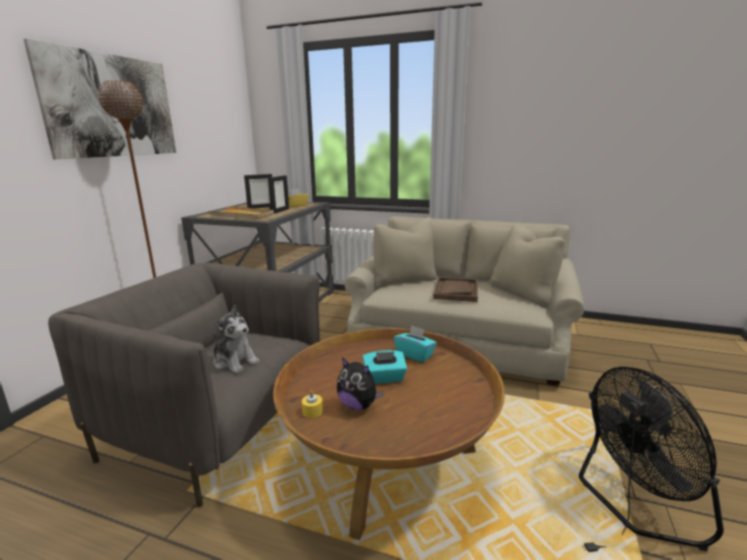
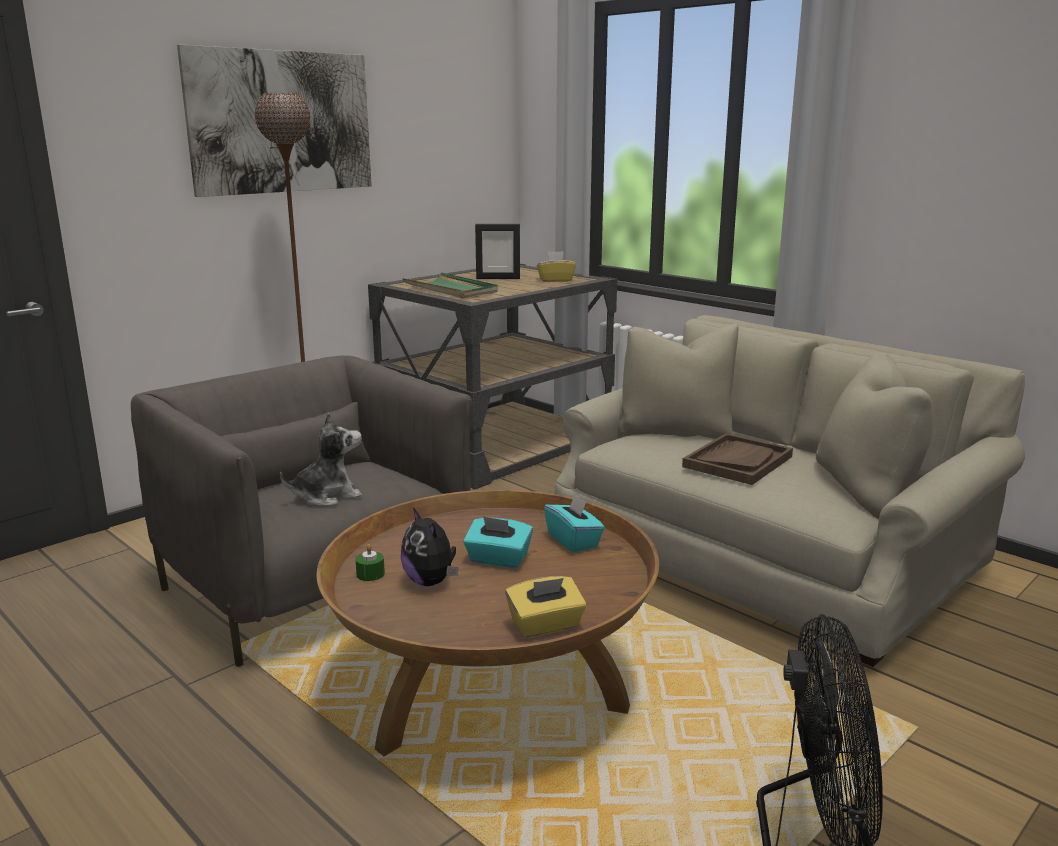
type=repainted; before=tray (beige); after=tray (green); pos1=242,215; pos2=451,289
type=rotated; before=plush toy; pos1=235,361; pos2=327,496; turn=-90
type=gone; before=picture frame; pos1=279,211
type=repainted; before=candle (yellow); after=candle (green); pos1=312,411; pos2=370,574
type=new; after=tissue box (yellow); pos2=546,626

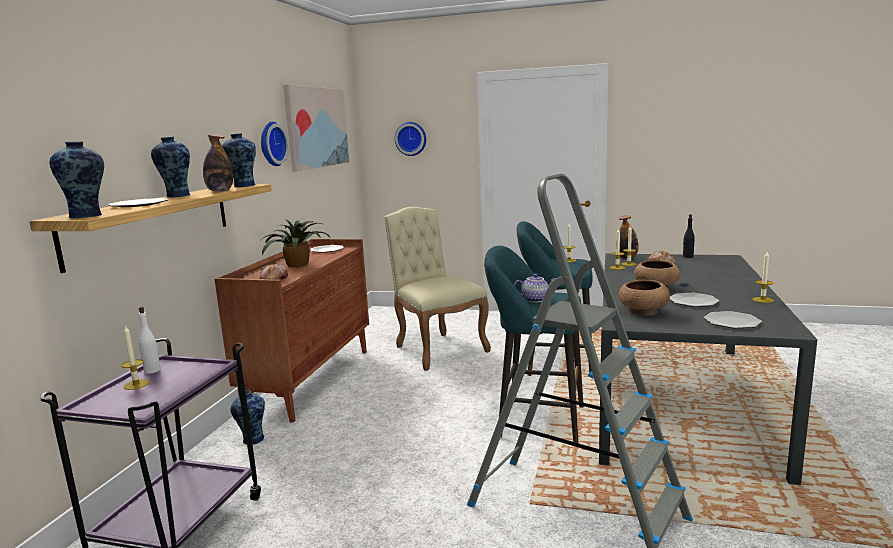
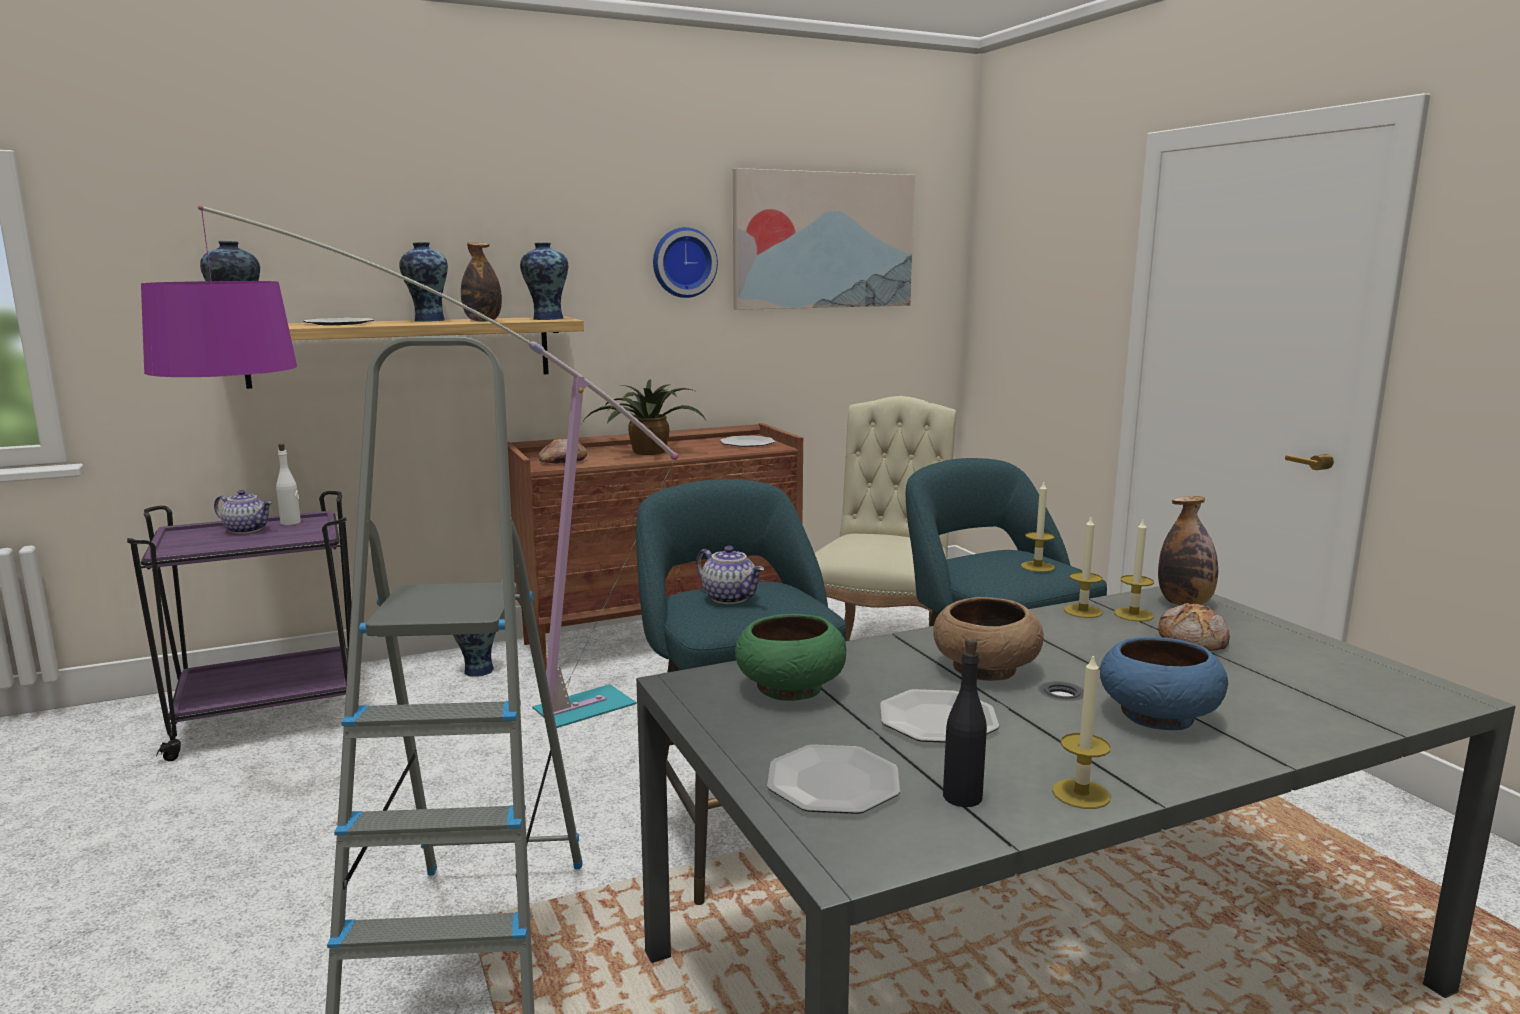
type=swapped; before=candle; after=teapot; pos1=136,384; pos2=247,530
type=gone; before=wall clock; pos1=411,138
type=repainted; before=bowl (brown); after=bowl (green); pos1=643,312; pos2=789,688
type=shifted; before=bottle (black); pos1=687,256; pos2=962,797
type=new; after=floor lamp; pos2=429,751
type=new; after=bowl (blue); pos2=1156,716

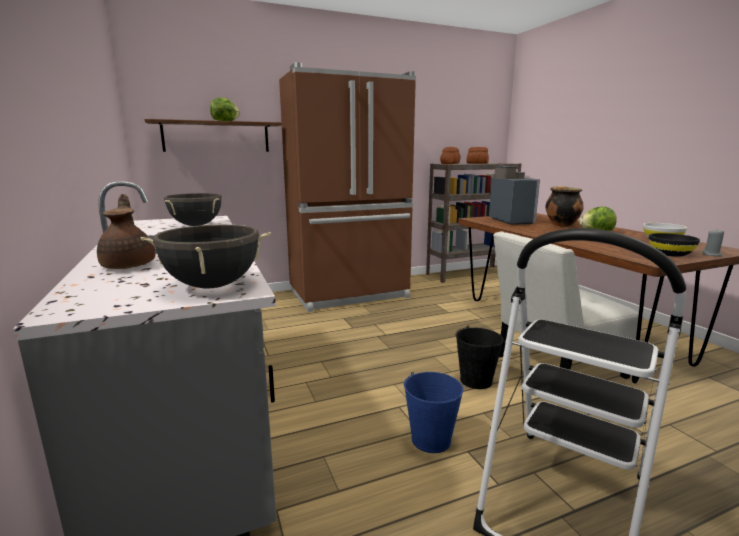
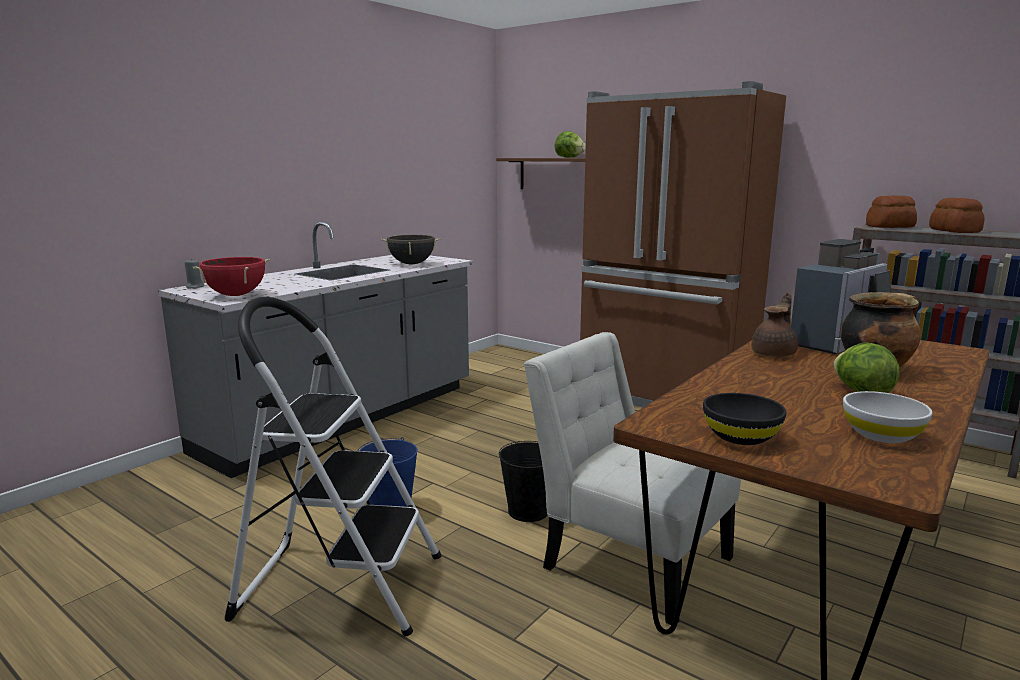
type=shifted; before=teapot (brown); pos1=130,265; pos2=774,354
type=repainted; before=cooking pot (black); after=cooking pot (red); pos1=213,286; pos2=235,295
type=shifted; before=candle (grey); pos1=711,255; pos2=195,287

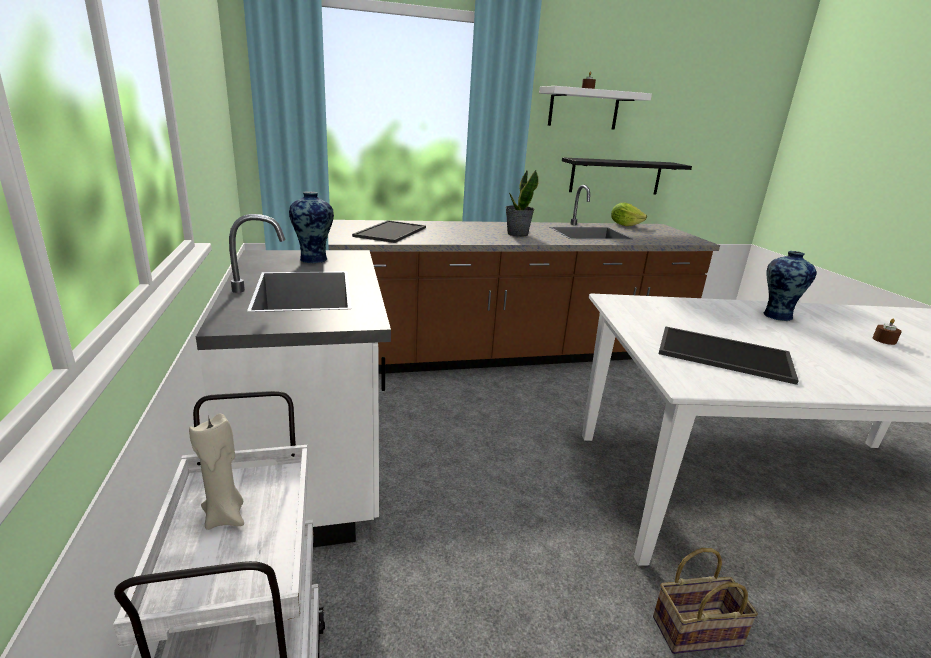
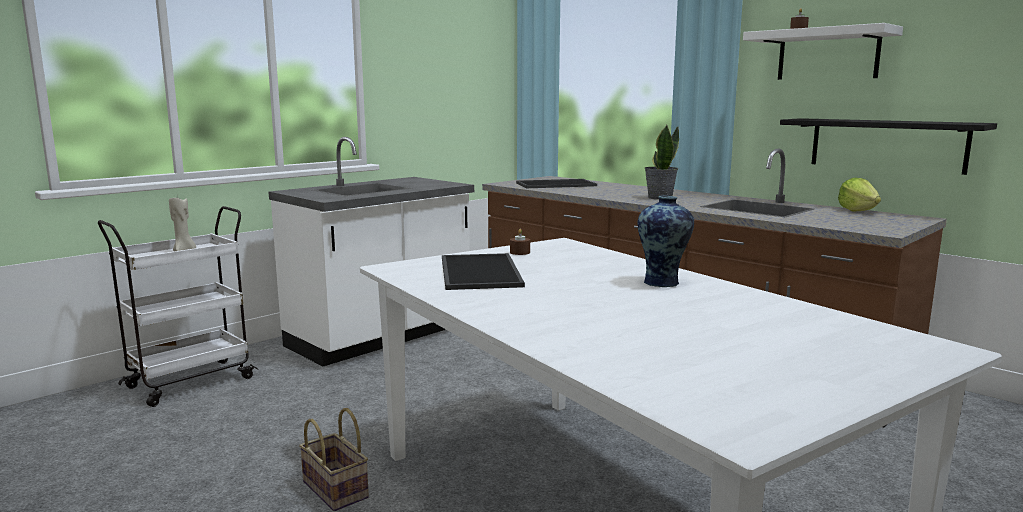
type=gone; before=vase; pos1=314,259
type=shifted; before=candle (brown); pos1=884,340; pos2=520,252

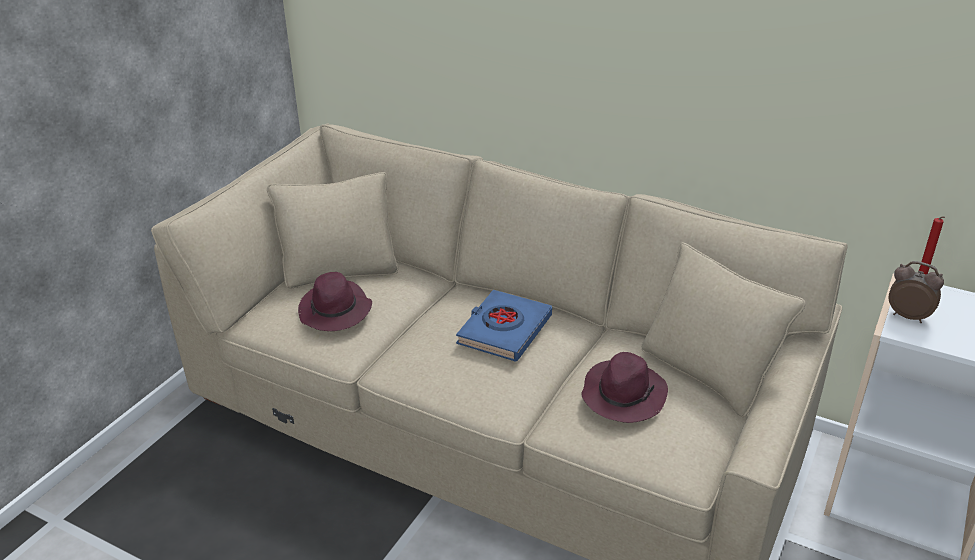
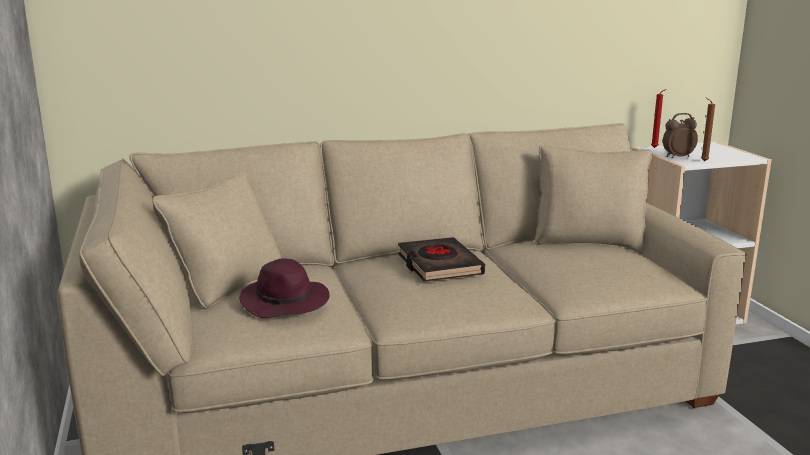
type=repainted; before=book (blue); after=book (black); pos1=504,330; pos2=439,265
type=gone; before=hat (purple); pos1=623,395
type=new; after=candle (brown); pos2=703,161

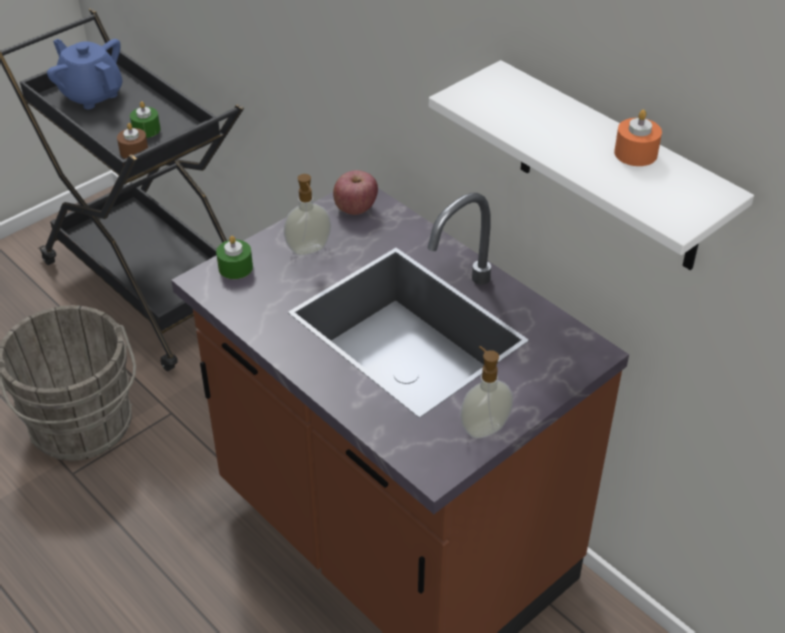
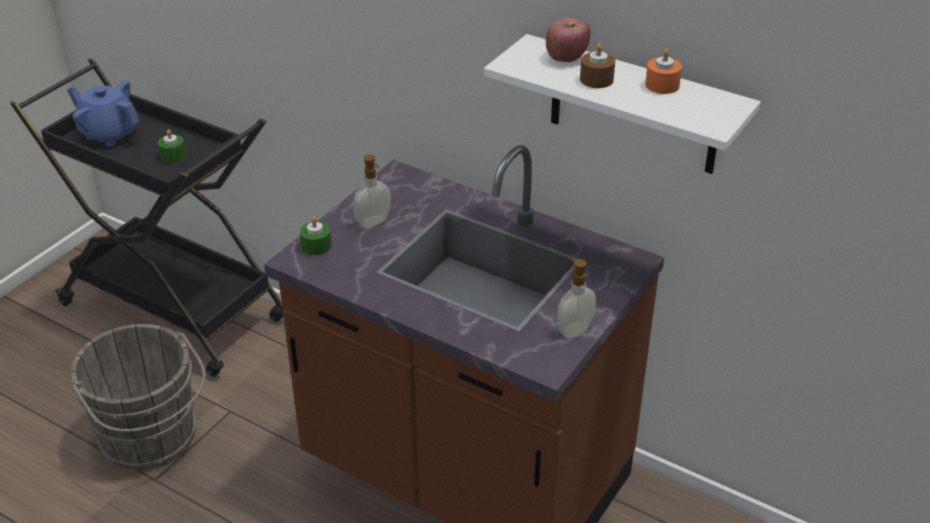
type=shifted; before=candle (brown); pos1=134,151; pos2=596,79
type=shifted; before=apple; pos1=355,208; pos2=566,57

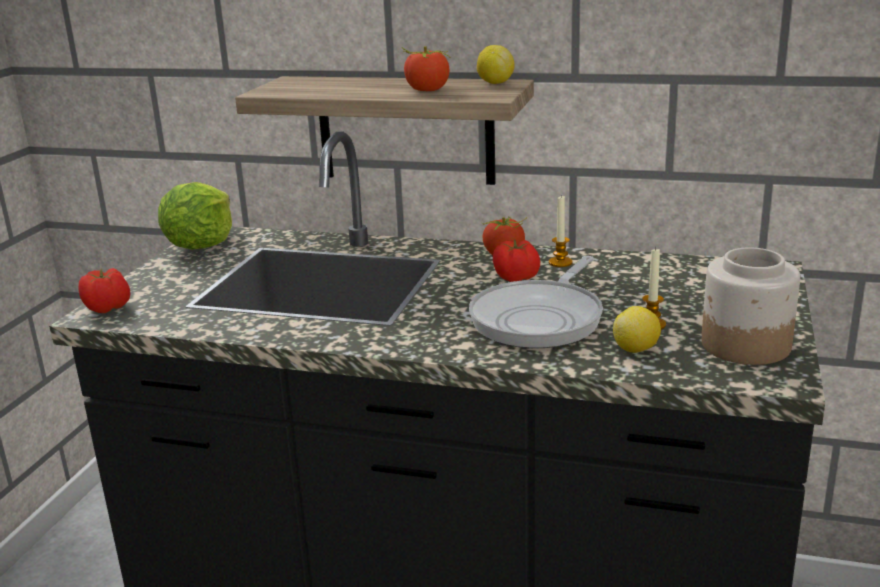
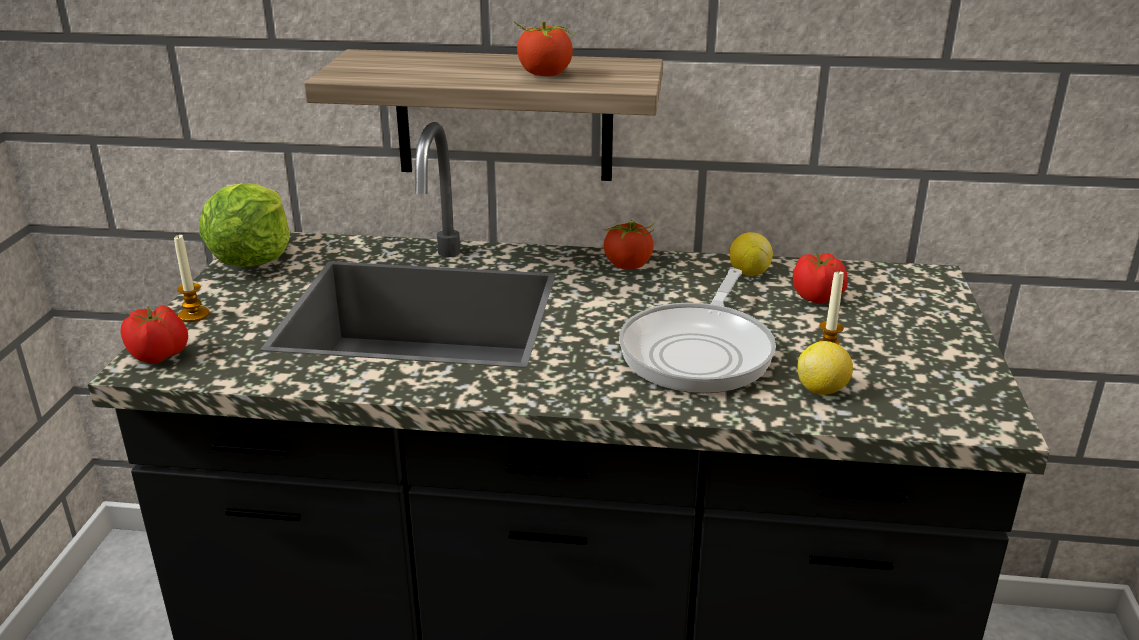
type=shifted; before=lemon; pos1=495,83; pos2=748,273
type=shifted; before=tomato; pos1=517,278; pos2=817,298
type=shifted; before=candle; pos1=560,262; pos2=194,315
type=gone; before=jar; pos1=745,346

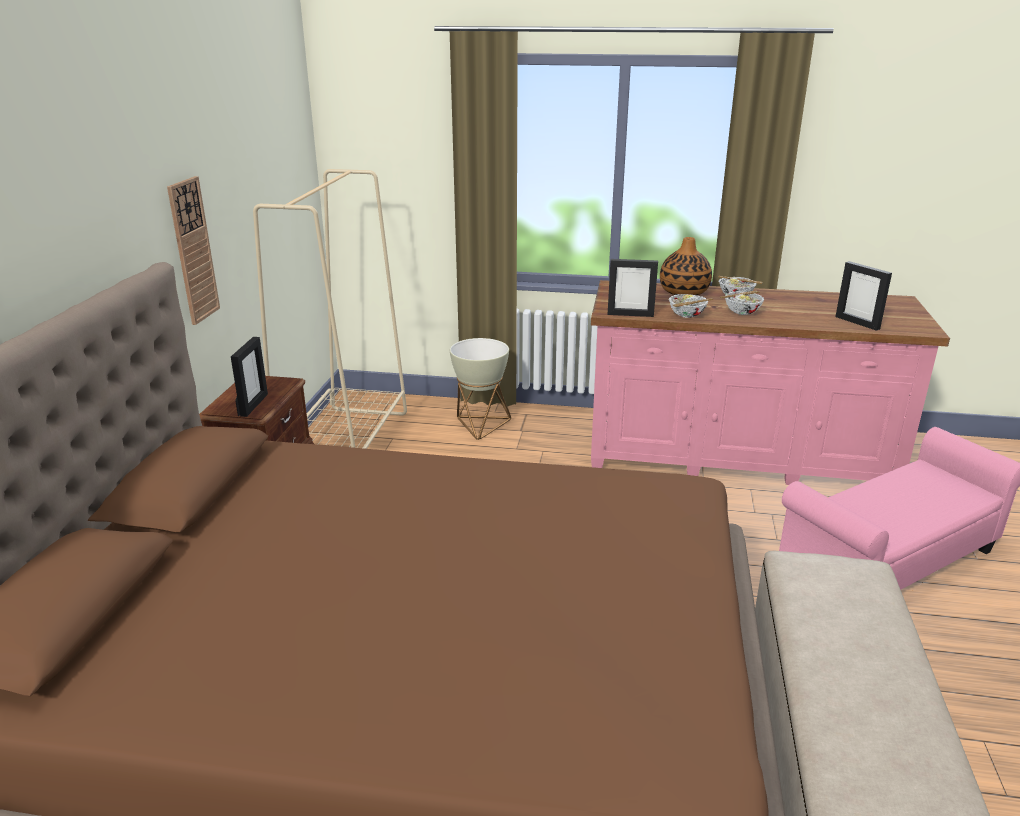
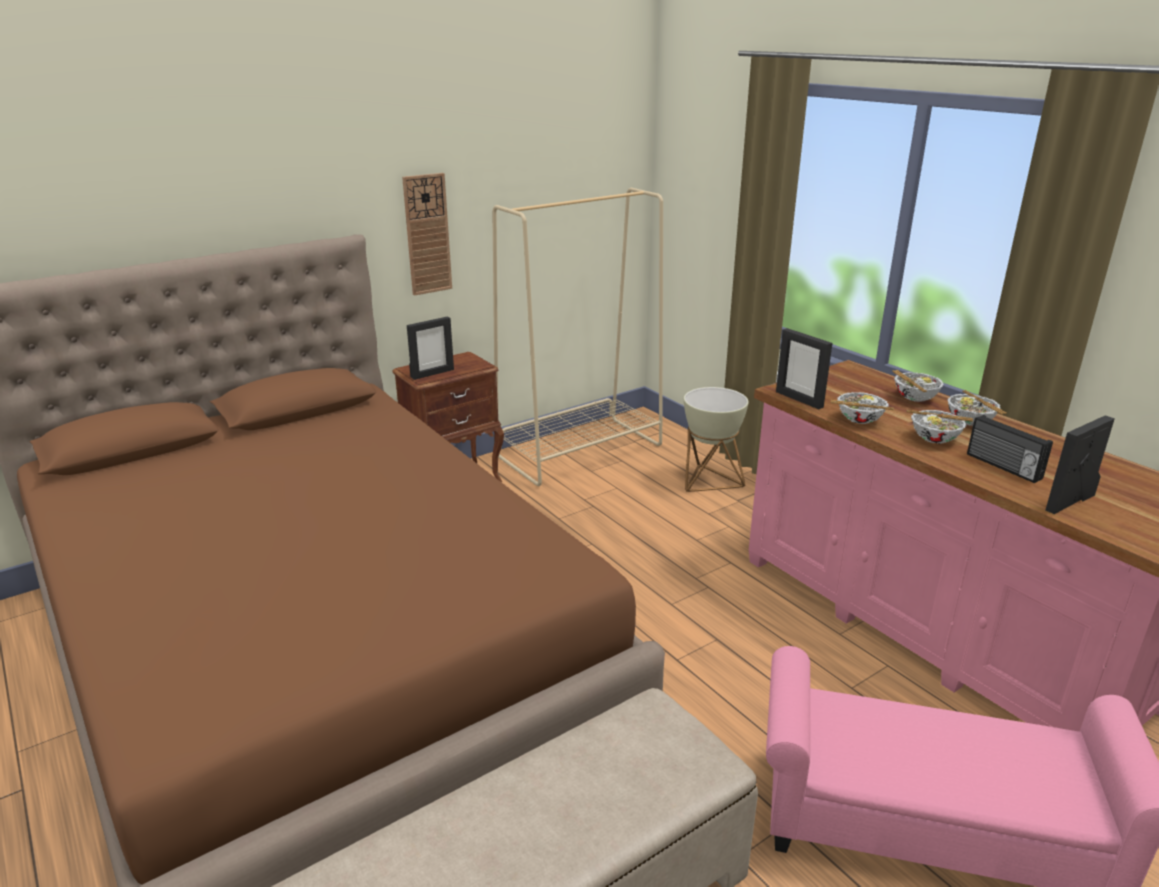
type=swapped; before=vase; after=bowl; pos1=684,292; pos2=914,398
type=rotated; before=picture frame; pos1=857,322; pos2=1070,502; turn=45
type=new; after=radio; pos2=1002,466

